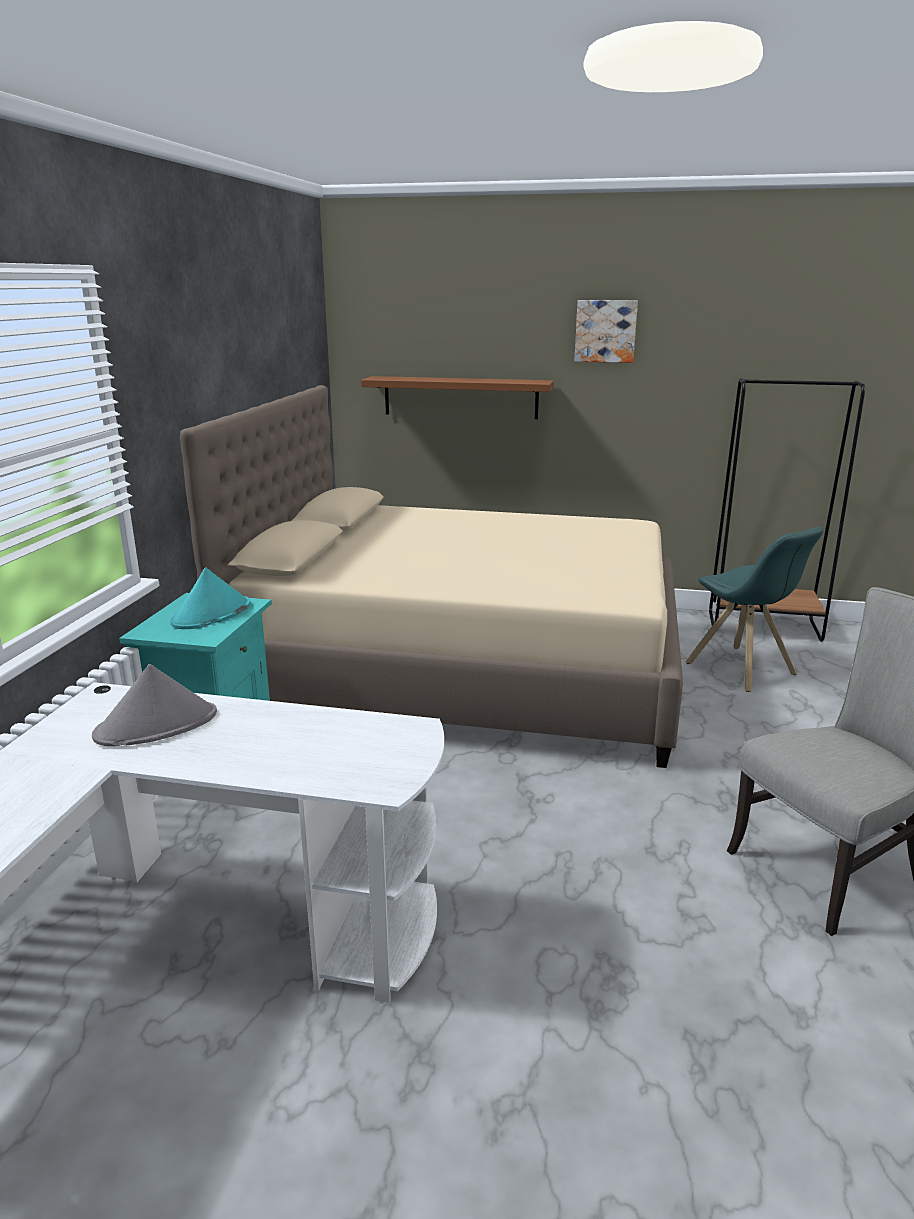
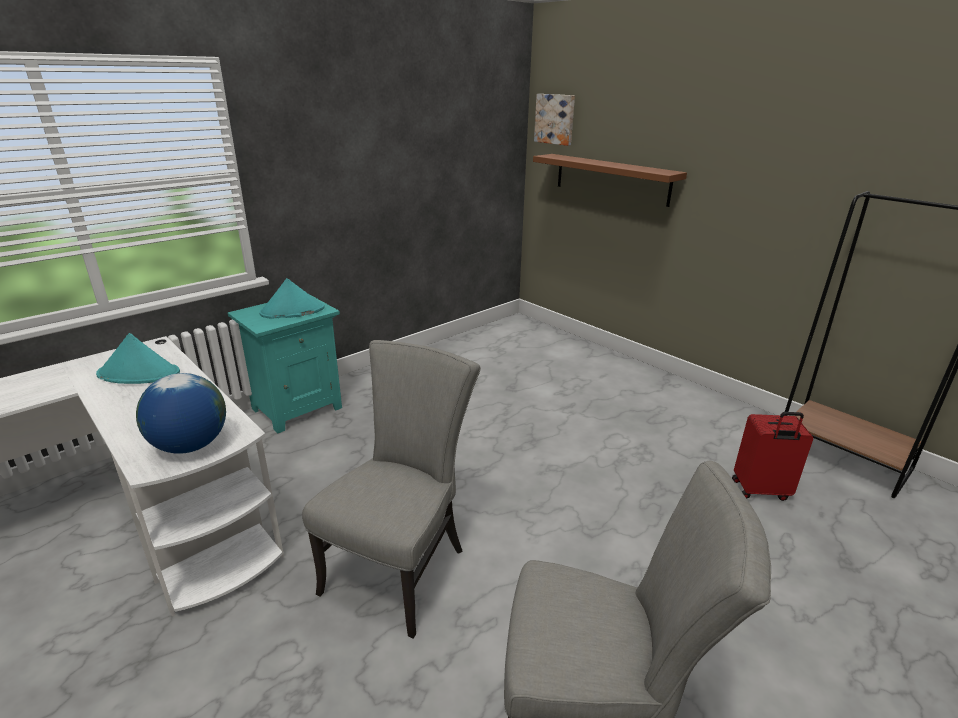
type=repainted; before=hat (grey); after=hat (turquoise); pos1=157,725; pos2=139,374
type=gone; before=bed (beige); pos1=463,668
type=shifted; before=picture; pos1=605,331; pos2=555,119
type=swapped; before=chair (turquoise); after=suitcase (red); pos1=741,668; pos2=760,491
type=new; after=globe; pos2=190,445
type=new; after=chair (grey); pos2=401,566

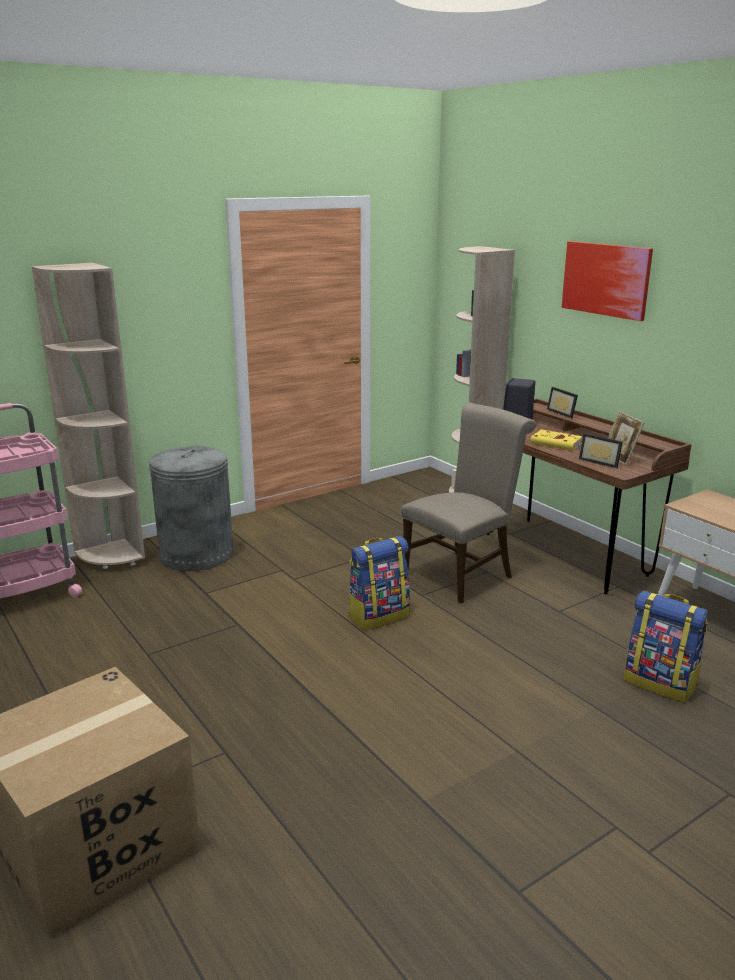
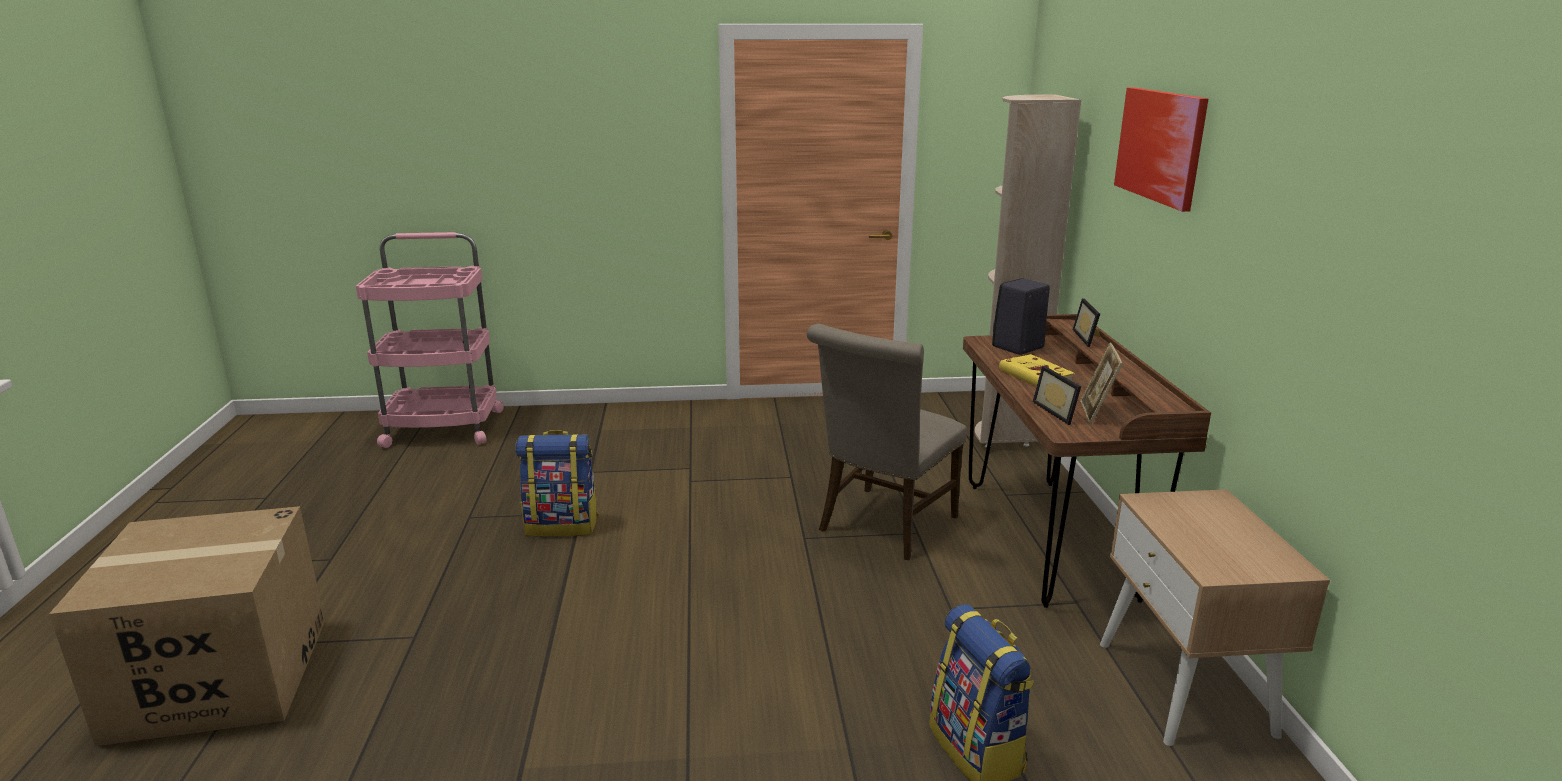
type=gone; before=bookcase (beige); pos1=111,561
type=gone; before=trash can (grey); pos1=196,554
type=shifted; before=backpack; pos1=378,616; pos2=562,525
type=rotated; before=chair (beige); pos1=462,573; pos2=883,526; turn=135

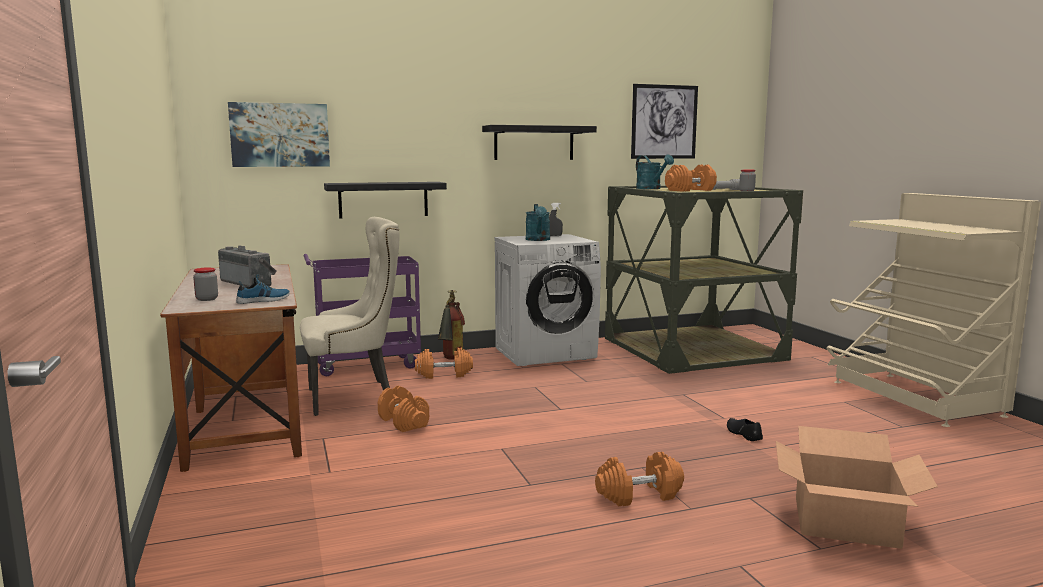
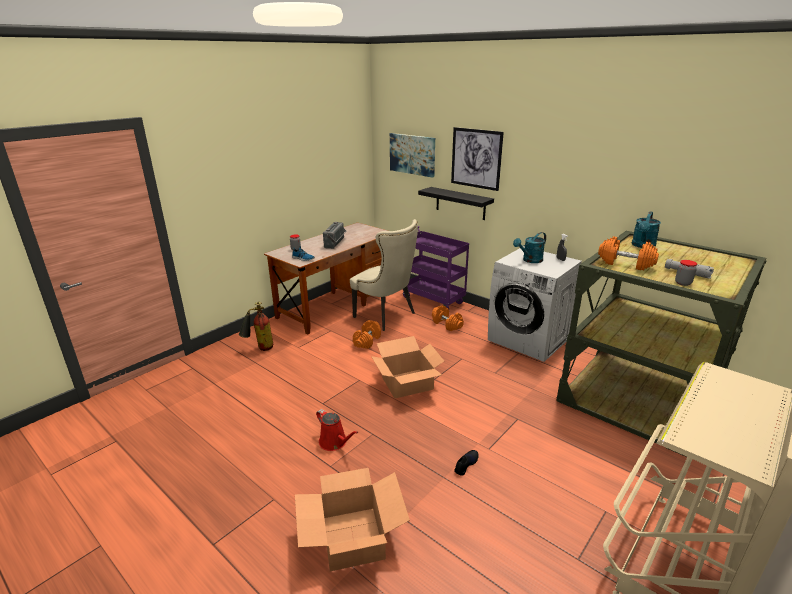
type=shifted; before=fire extinguisher; pos1=450,359; pos2=259,348
type=gone; before=shelf (black); pos1=534,143
type=swapped; before=dumbbell (orange); after=watering can (red); pos1=639,495; pos2=335,442
type=shifted; before=picture; pos1=664,122; pos2=476,158
type=new; after=cardboard box; pos2=408,383

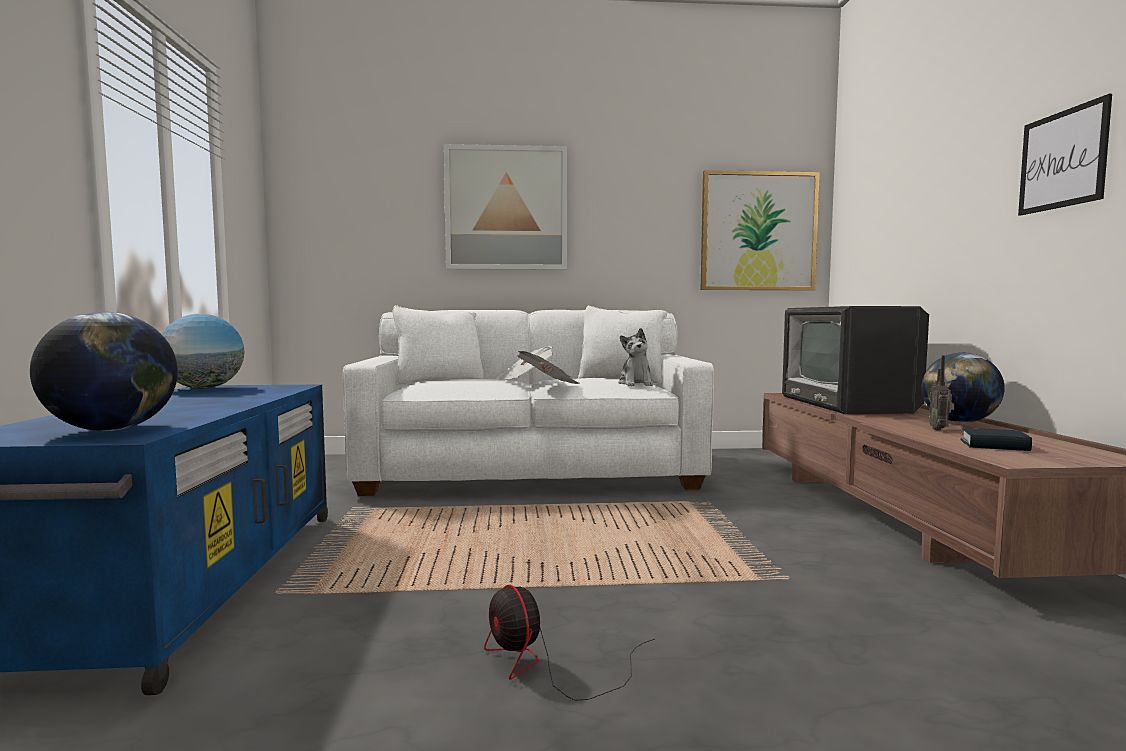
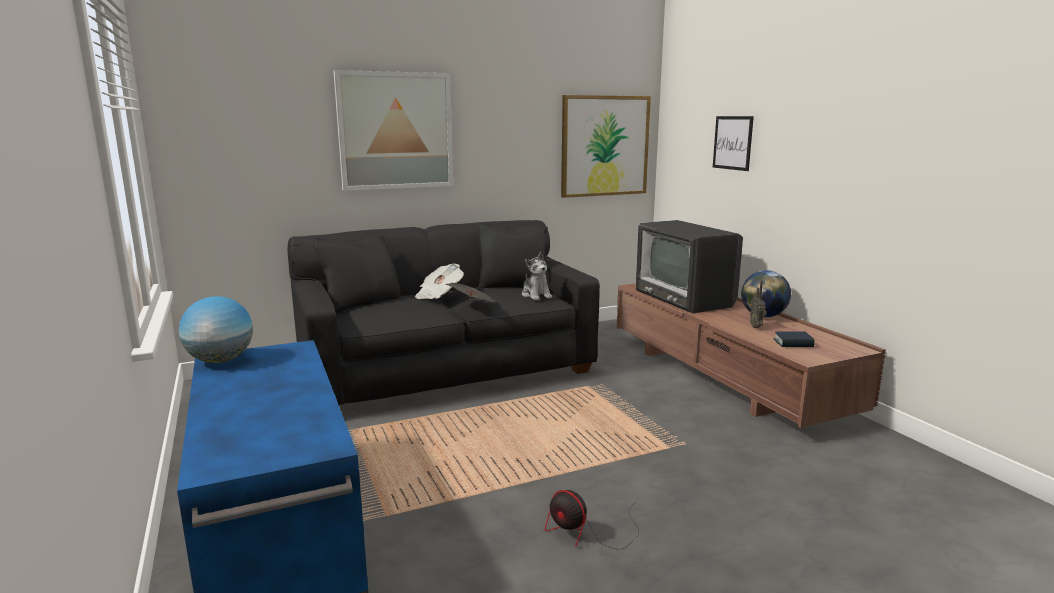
type=gone; before=globe; pos1=112,430
type=repainted; before=sofa (white); after=sofa (black); pos1=531,472; pos2=446,370
type=shifted; before=picture; pos1=1062,159; pos2=732,143

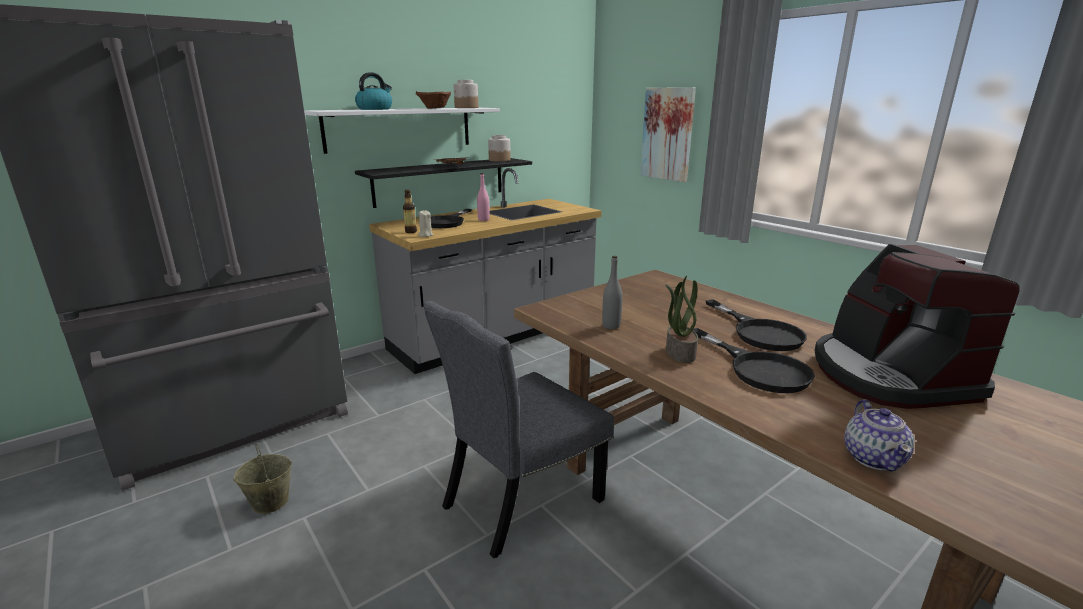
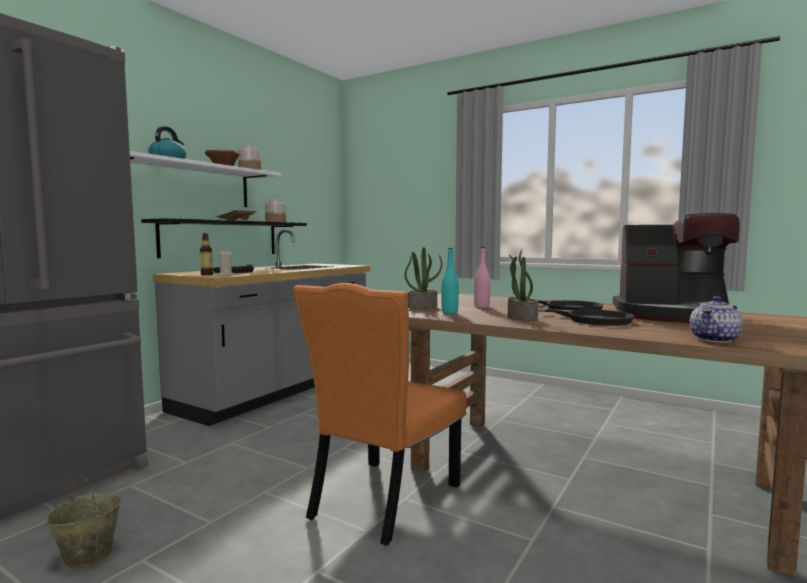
type=repainted; before=chair (grey); after=chair (orange); pos1=523,499; pos2=385,498
type=shifted; before=bottle (pink); pos1=483,219; pos2=481,306
type=repainted; before=bottle (grey); after=bottle (turquoise); pos1=611,326; pos2=449,312
type=gone; before=picture; pos1=668,134
type=rotated; before=coffee machine; pos1=888,375; pos2=672,315; turn=-45
type=rotated; before=teapot; pos1=873,458; pos2=715,339; turn=60
type=new; after=potted plant; pos2=422,307

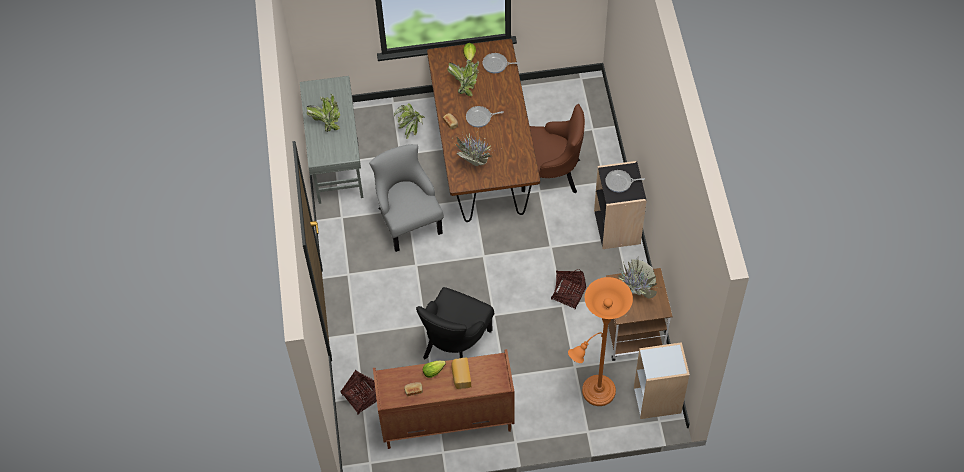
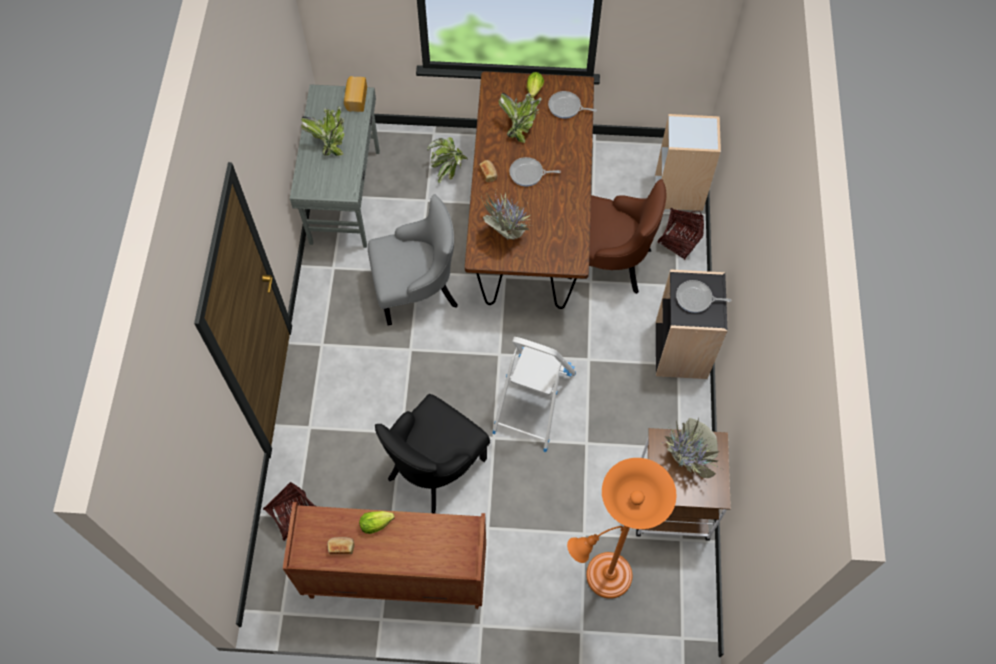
type=rotated; before=chair (grey); pos1=409,223; pos2=415,291; turn=90
type=shifted; before=bread; pos1=461,376; pos2=355,99
type=shifted; before=basket; pos1=568,294; pos2=679,240
type=shifted; before=bookcase; pos1=658,400; pos2=679,193
type=new; after=step ladder (white); pos2=535,401

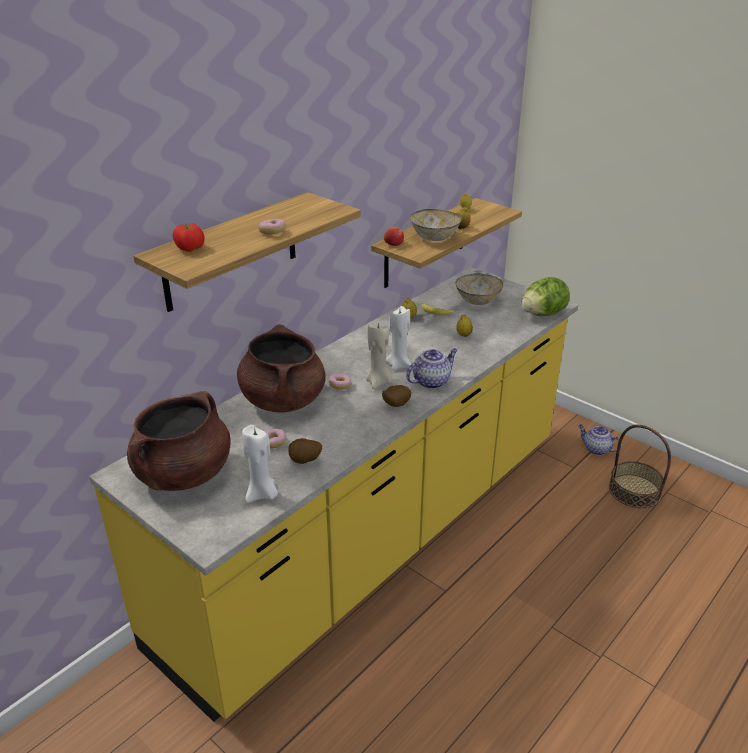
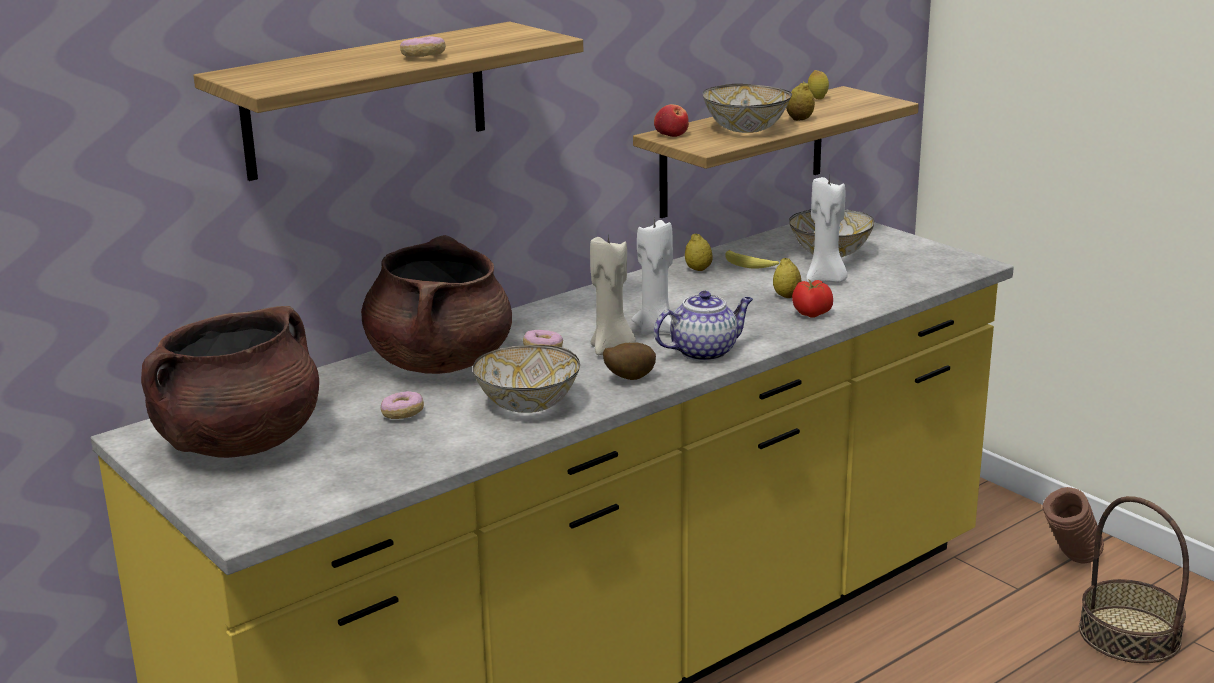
type=shifted; before=tomato; pos1=190,248; pos2=812,314
type=shifted; before=candle (white); pos1=262,495; pos2=826,280
type=gone; before=potato; pos1=305,462
type=gone; before=lettuce; pos1=543,314
type=swapped; before=teapot; after=vase (brown); pos1=596,449; pos2=1069,563
type=new; after=bowl; pos2=529,405

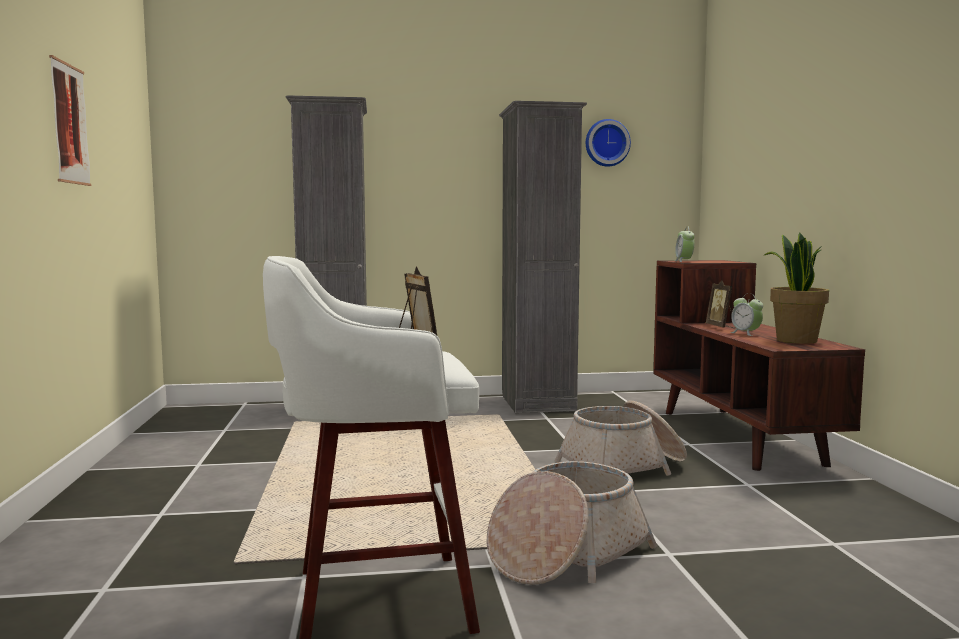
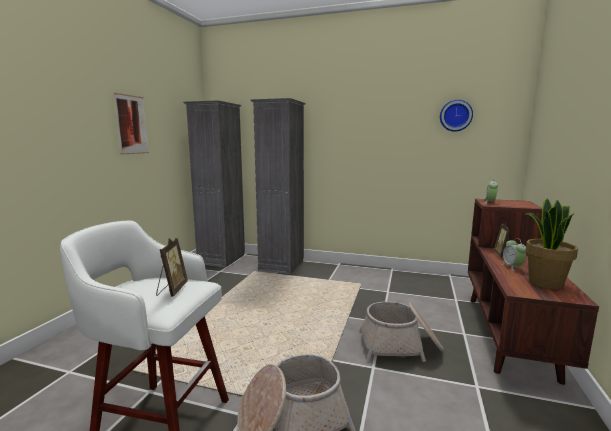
type=shifted; before=cabinet (grey); pos1=539,403; pos2=221,259

